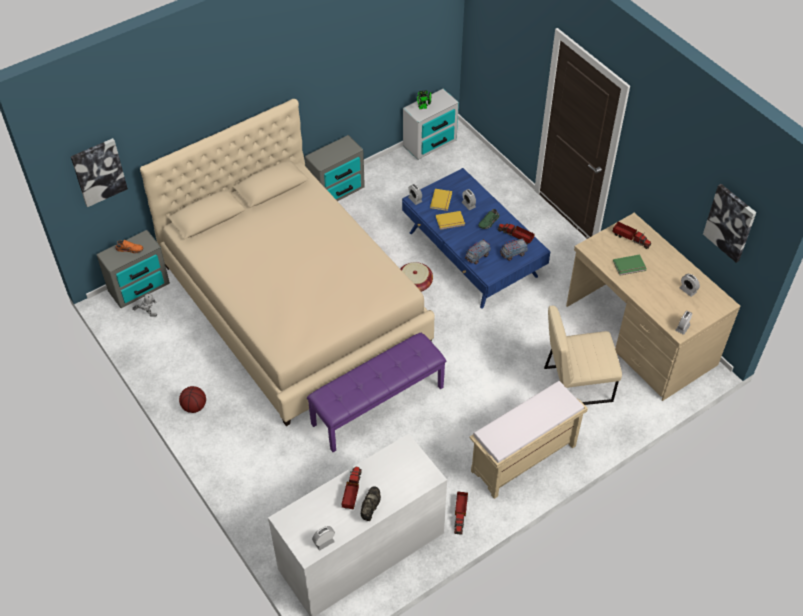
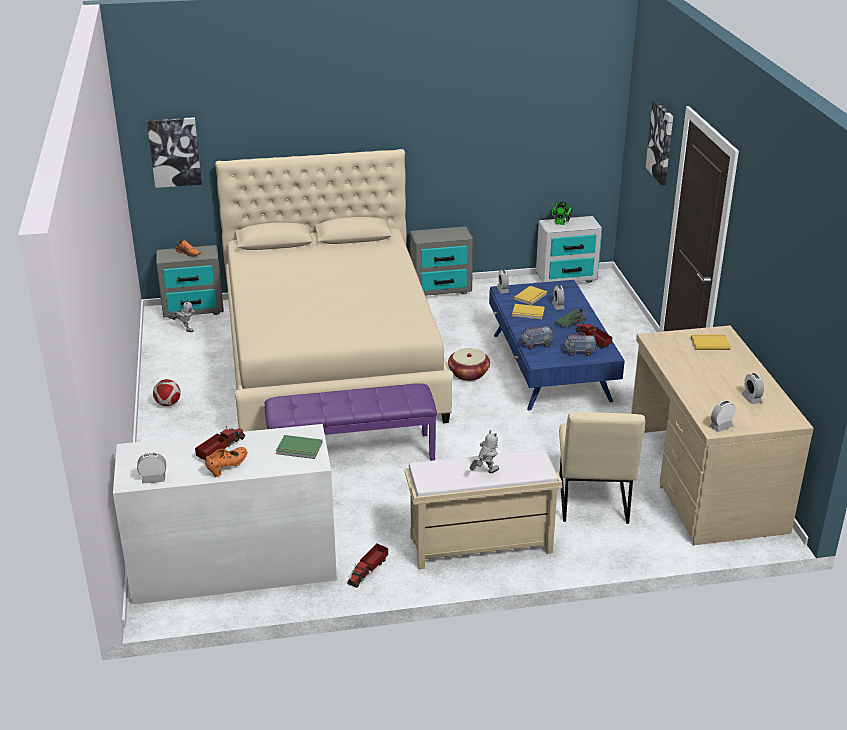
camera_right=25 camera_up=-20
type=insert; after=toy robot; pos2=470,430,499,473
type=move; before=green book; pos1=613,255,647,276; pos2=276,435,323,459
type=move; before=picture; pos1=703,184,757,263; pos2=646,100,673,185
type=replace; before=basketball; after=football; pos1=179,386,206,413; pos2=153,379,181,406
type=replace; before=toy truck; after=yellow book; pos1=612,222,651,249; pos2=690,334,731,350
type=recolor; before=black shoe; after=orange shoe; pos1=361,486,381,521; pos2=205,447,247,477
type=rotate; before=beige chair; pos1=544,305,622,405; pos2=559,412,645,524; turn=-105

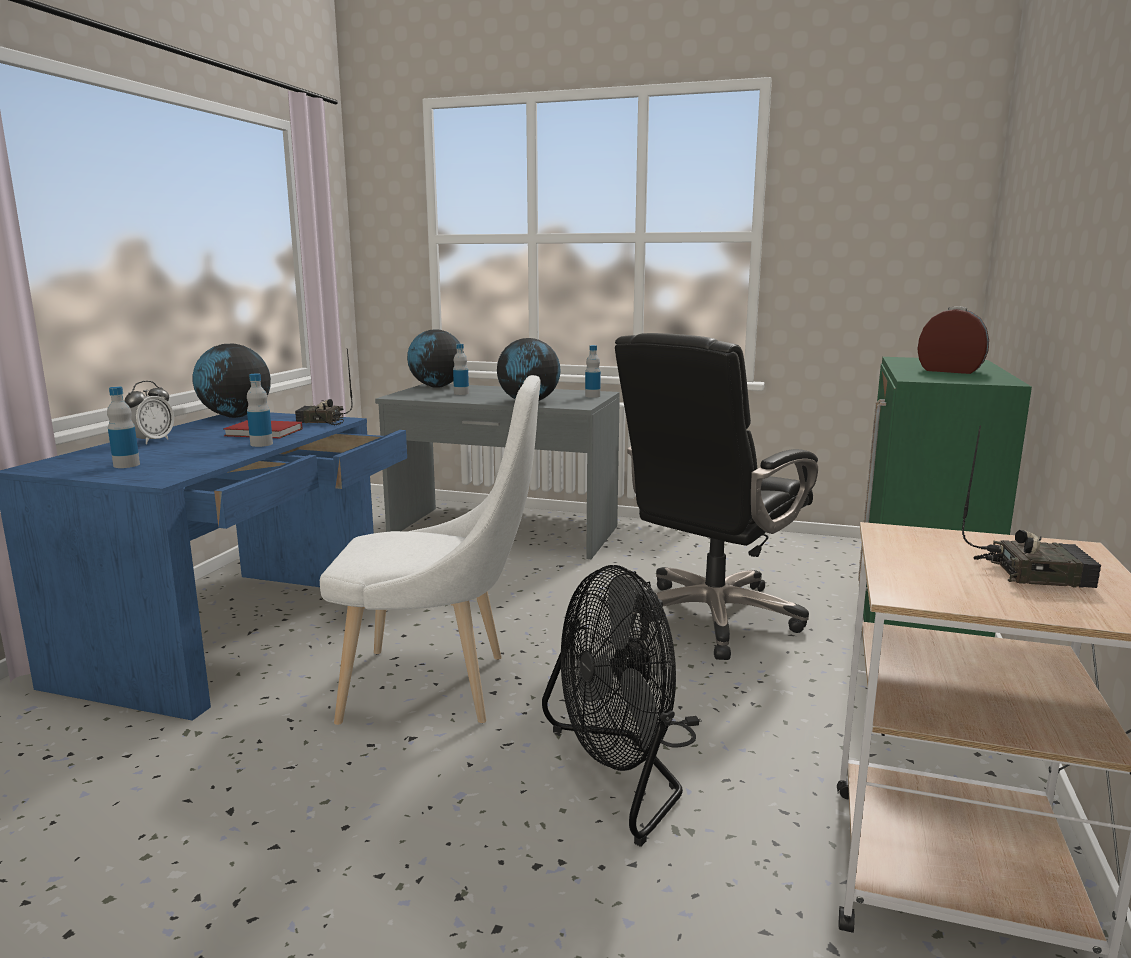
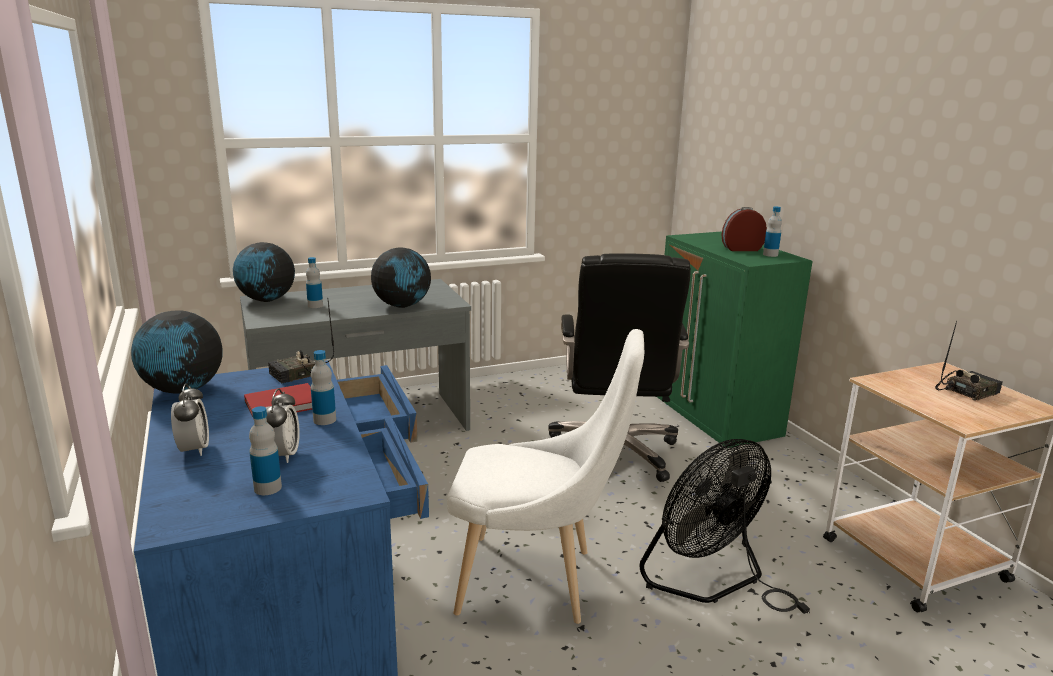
camera_right=-40 camera_up=5
type=insert; after=alarm clock; pos2=266,388,300,463
type=move; before=bottle; pos1=585,345,601,398; pos2=763,206,782,257
type=rotate; before=white chair; pos1=320,375,540,725; pos2=447,329,644,624; turn=45
type=rotate; before=black fan; pos1=542,565,702,847; pos2=640,439,810,614; turn=120

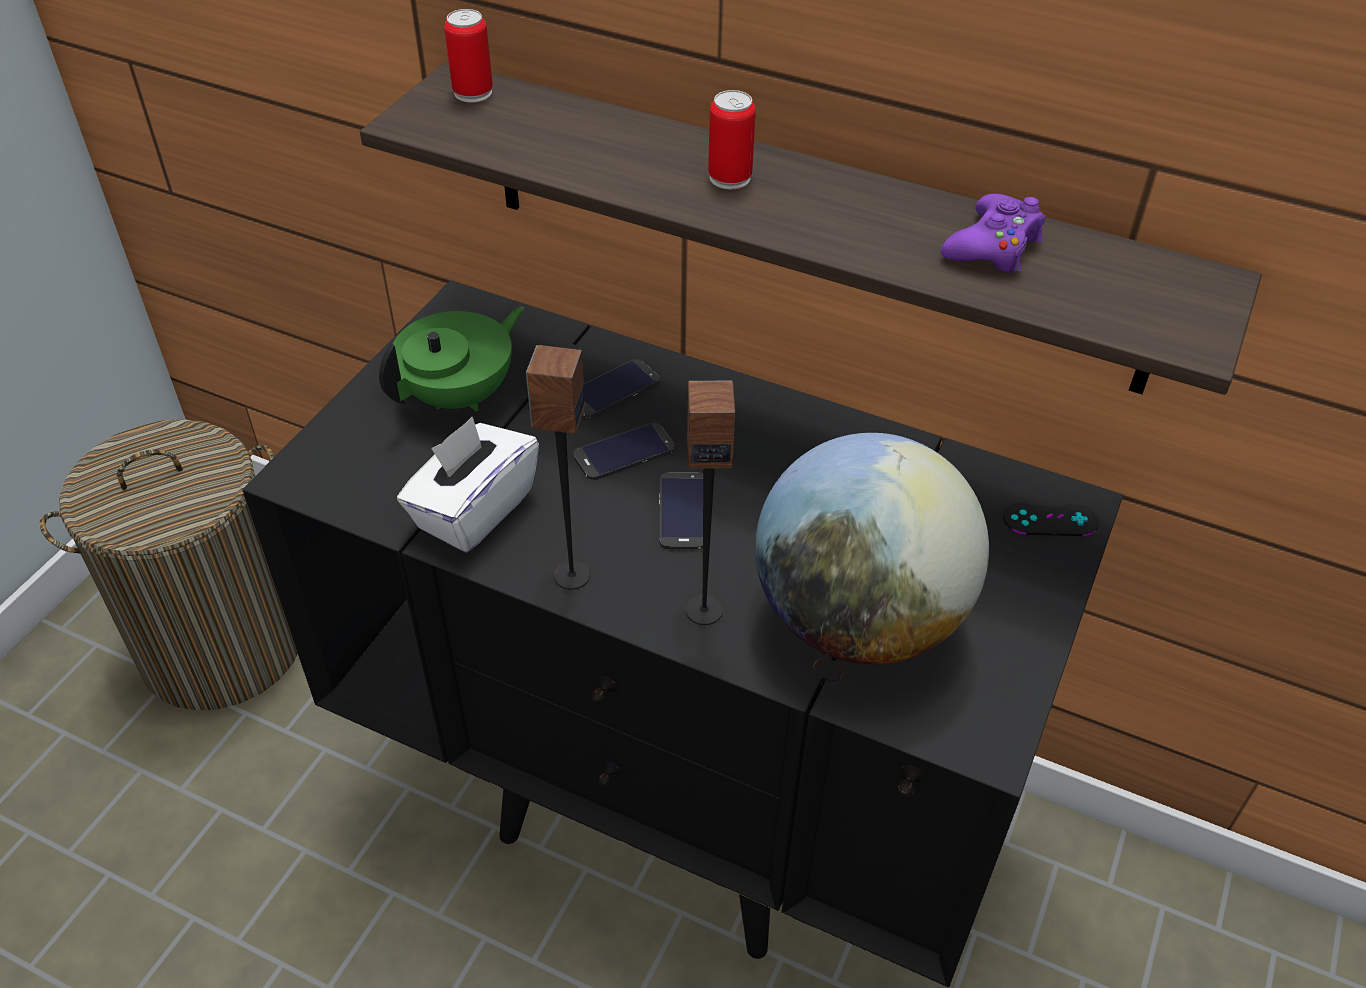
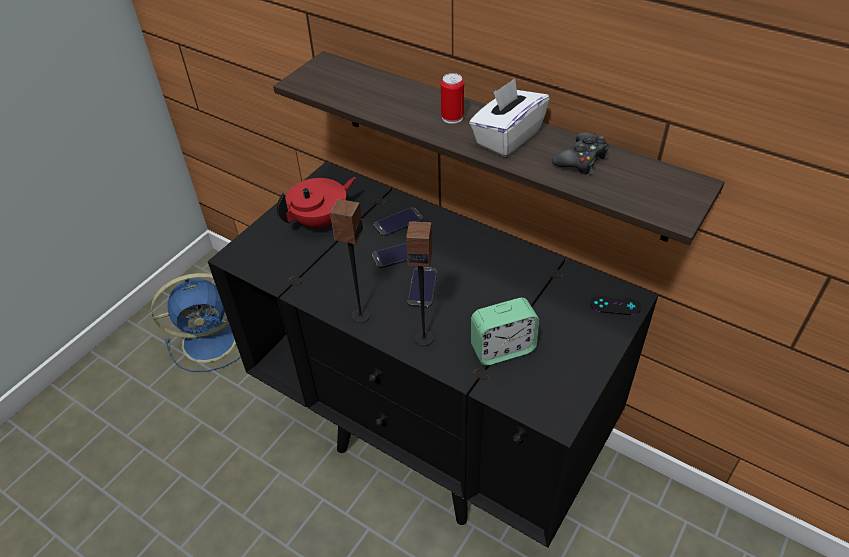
camera_right=10 camera_up=0
type=delete; before=can; pos1=444,9,493,103
type=move; before=white tissue box; pos1=397,416,539,553; pos2=469,78,550,157
type=replace; before=laundry basket; after=blue fan; pos1=40,419,298,710; pos2=151,273,241,372
type=replace; before=globe; after=alarm clock; pos1=755,433,989,664; pos2=471,298,539,366
type=recolor; before=green teapot; after=red teapot; pos1=379,307,524,412; pos2=277,177,356,230
type=recolor; before=purple game controller; after=black game controller; pos1=941,194,1045,273; pos2=552,132,609,174

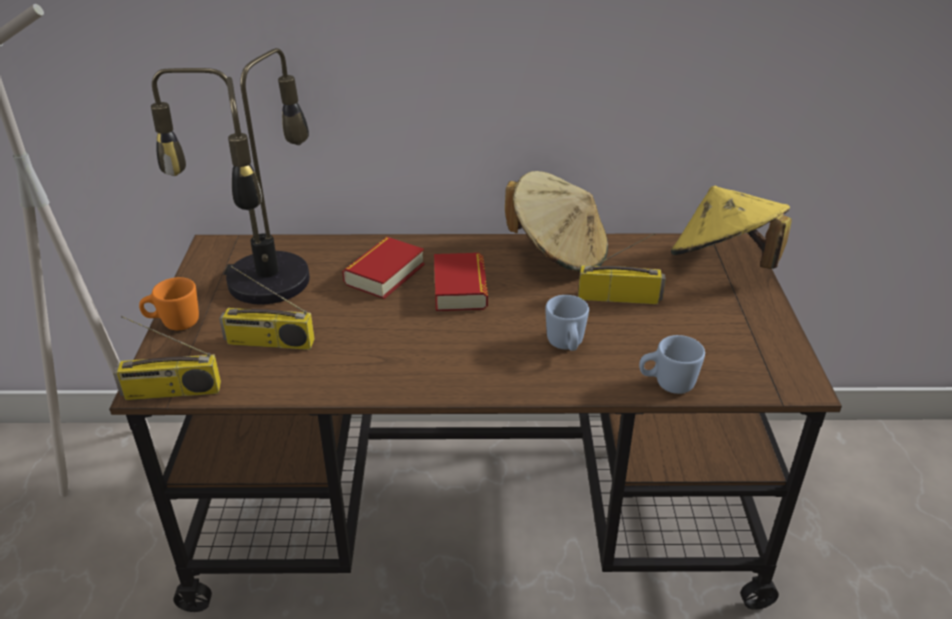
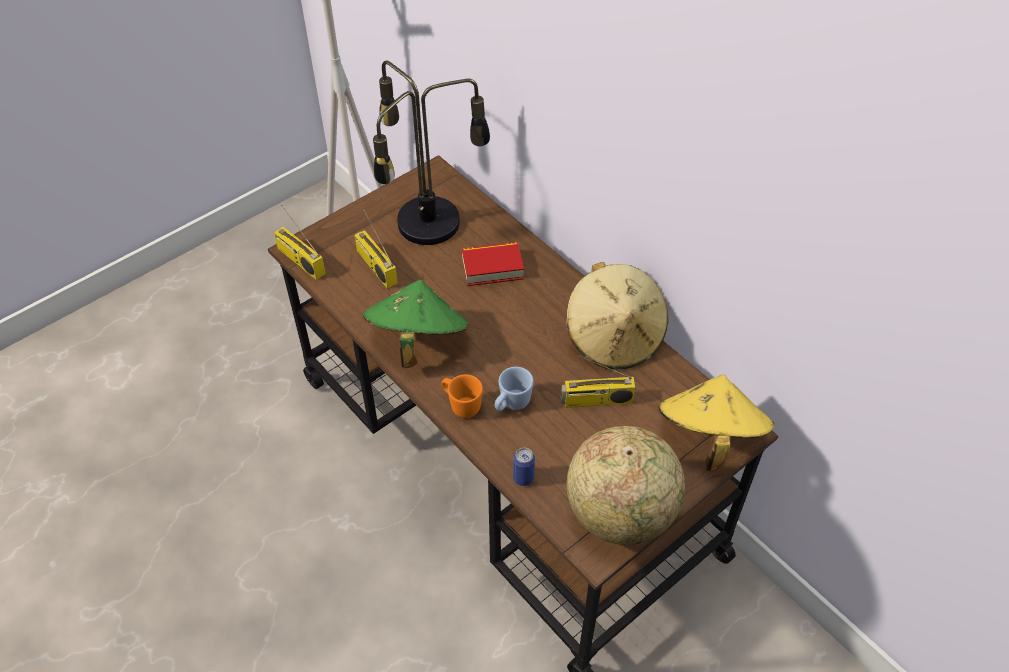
camera_right=50 camera_up=15
type=delete; before=book; pos1=434,253,488,311
type=insert; after=green hat; pos2=363,279,469,368
type=insert; after=globe; pos2=567,426,685,545
type=move; before=orange mug; pos1=139,277,199,330; pos2=441,374,483,418
type=replace; before=blue mug; after=can; pos1=639,335,705,394; pos2=513,448,535,486
type=rotate; before=radio; pos1=578,233,666,304; pos2=561,356,636,407; turn=120

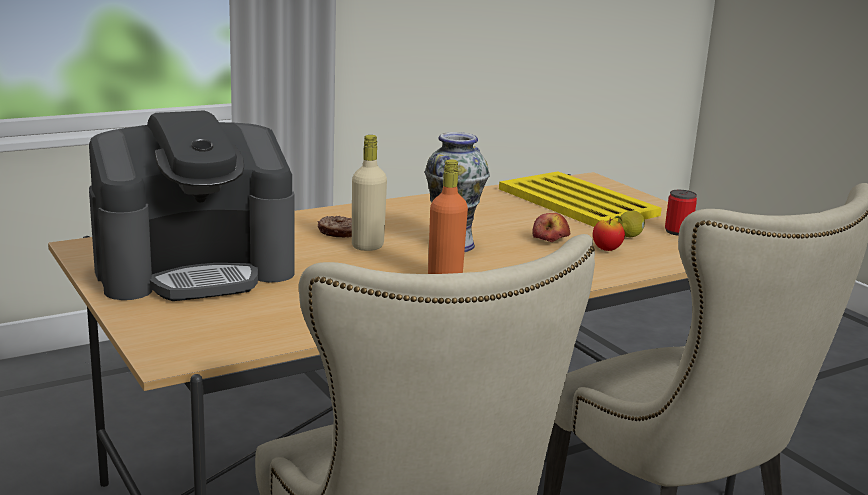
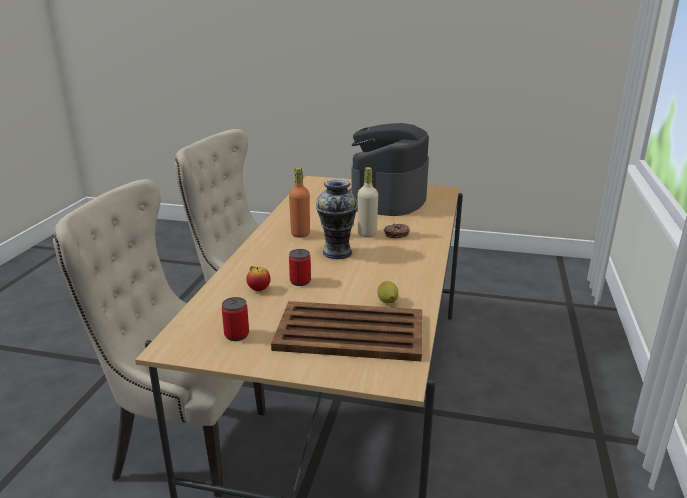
camera_right=135 camera_up=5
type=move; before=lemon; pos1=618,211,645,237; pos2=377,281,398,303
type=replace; before=apple; after=can; pos1=532,213,570,242; pos2=289,249,311,286
type=recolor; before=yellow tray; after=brown tray; pos1=499,171,662,227; pos2=271,301,422,361

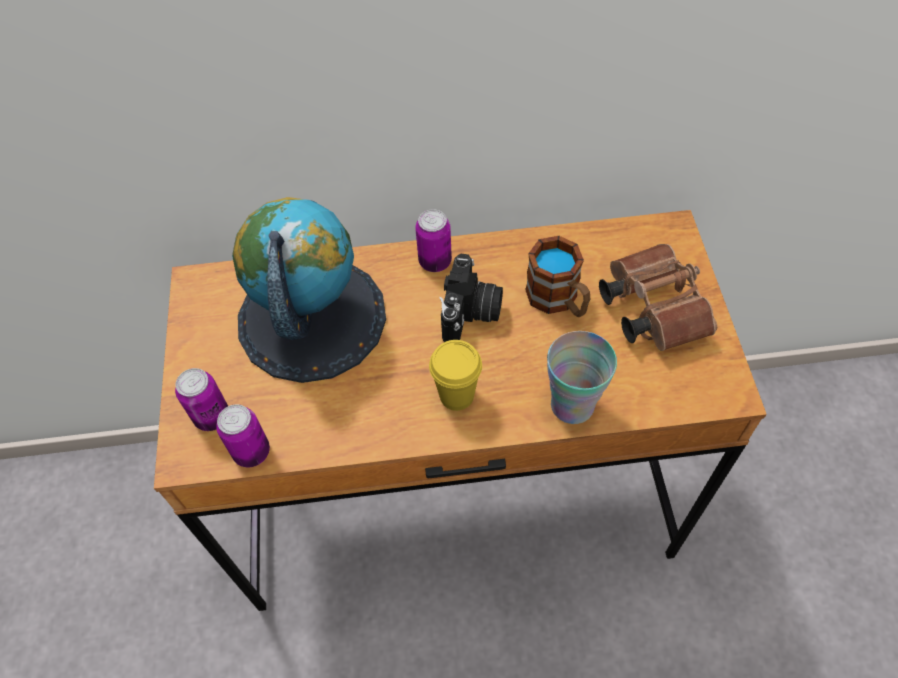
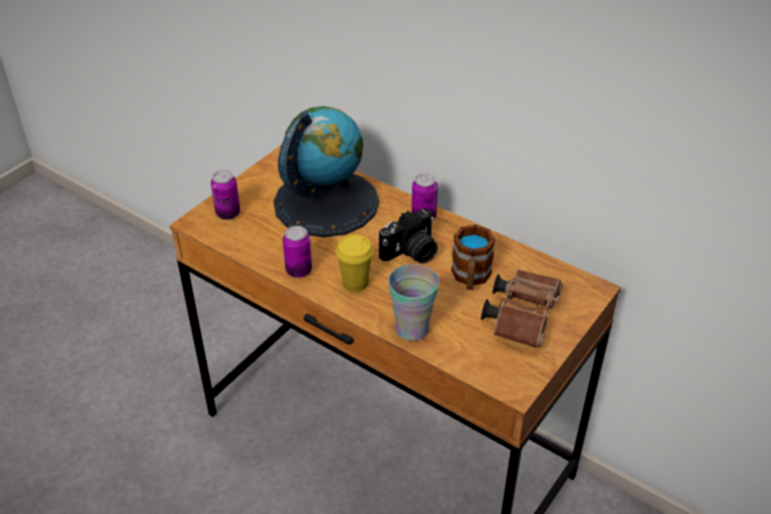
camera_right=40 camera_up=-15
type=move; before=can; pos1=216,404,270,467; pos2=283,226,312,278

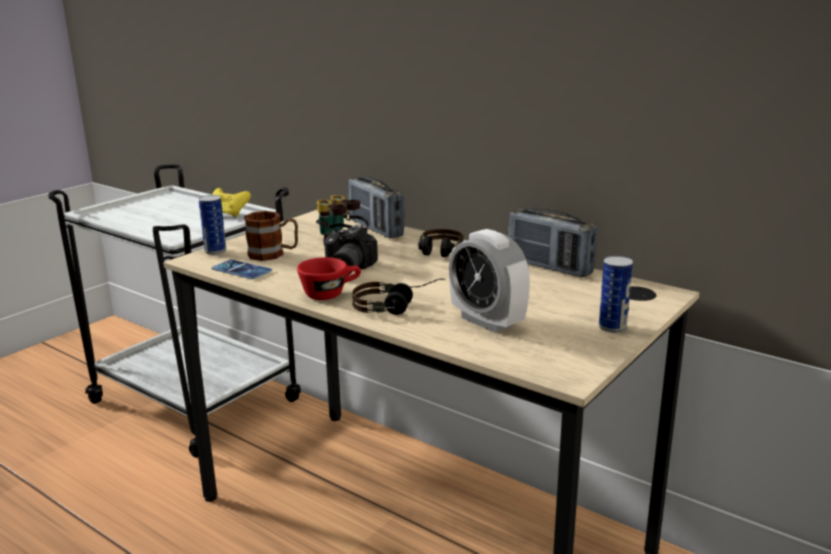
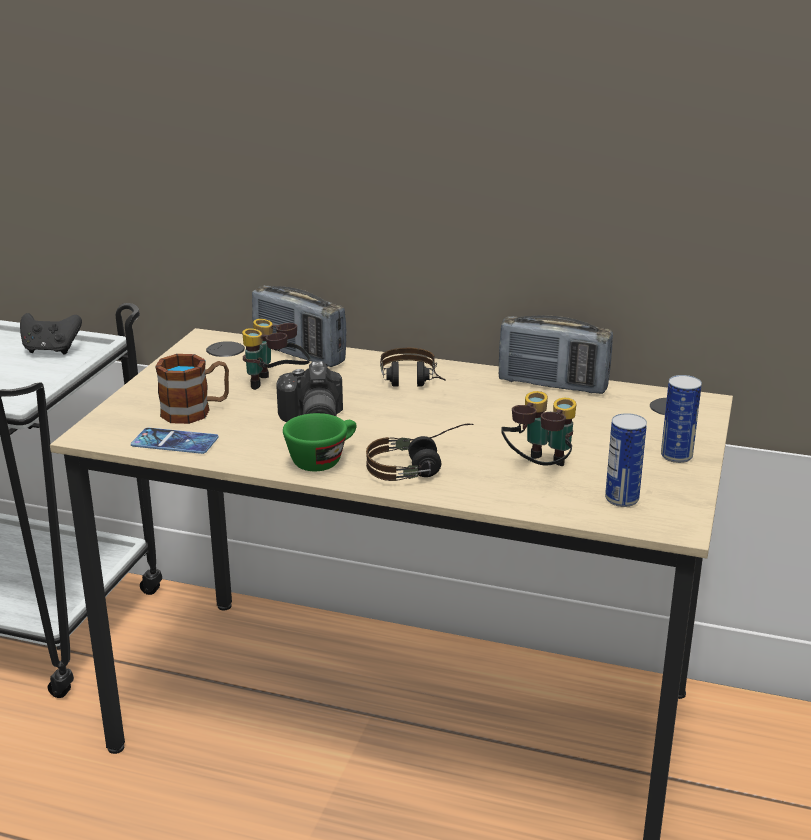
camera_right=-20 camera_up=5
type=move; before=can; pos1=198,195,226,255; pos2=605,413,647,507
type=replace; before=alarm clock; after=binoculars; pos1=449,229,530,333; pos2=501,391,576,466
type=recolor; before=yellow game controller; after=black game controller; pos1=212,188,251,218; pos2=20,313,82,355
type=recolor; before=red cup; after=green cup; pos1=297,257,361,300; pos2=283,413,357,471

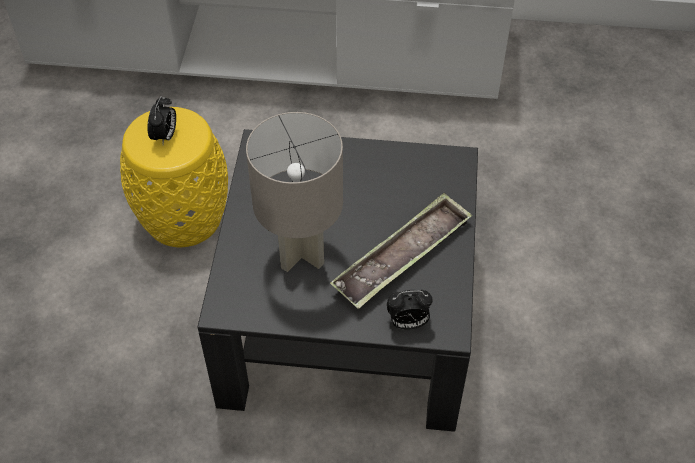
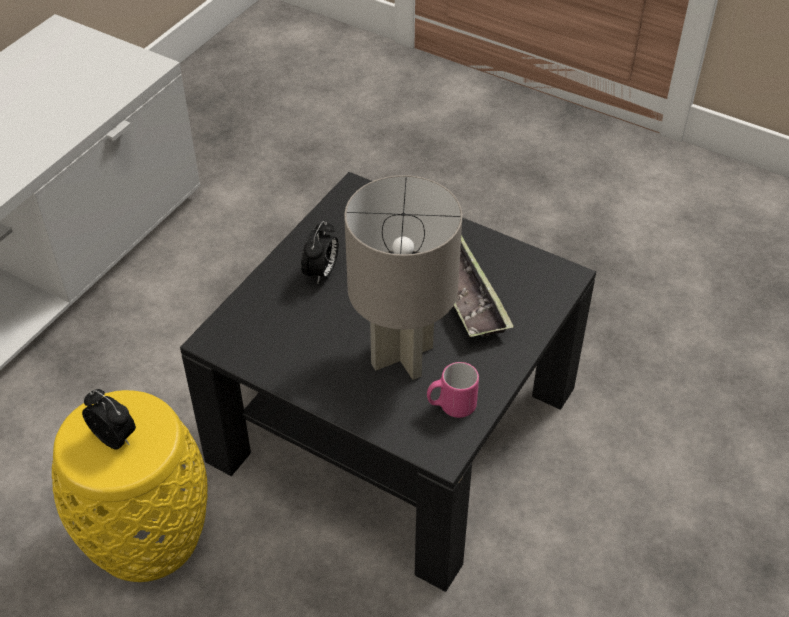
camera_right=-65 camera_up=-5
type=insert; after=pink mug; pos2=427,362,479,418
type=move; before=alarm clock; pos1=387,290,433,330; pos2=301,221,338,283

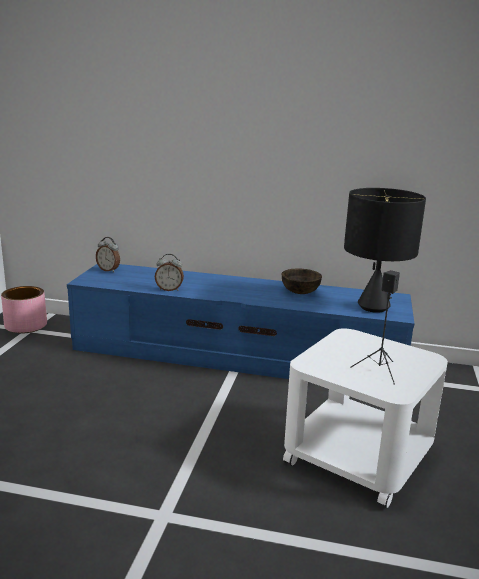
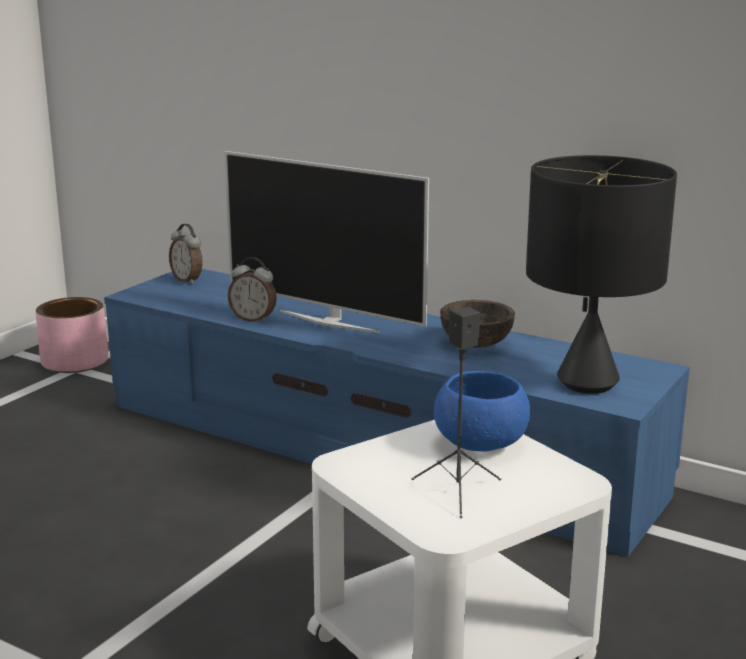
camera_right=20 camera_up=0
type=insert; after=television; pos2=224,151,429,333
type=insert; after=blue bowl; pos2=434,371,530,452

